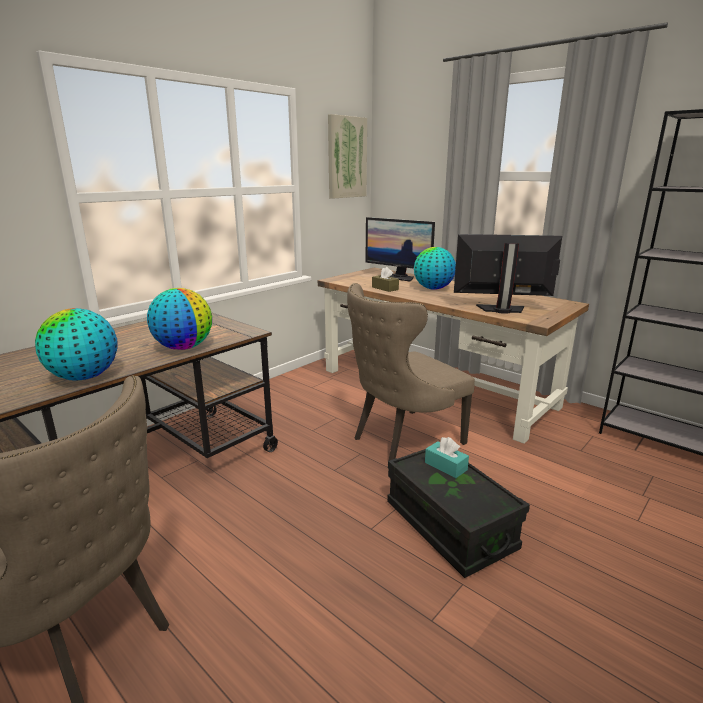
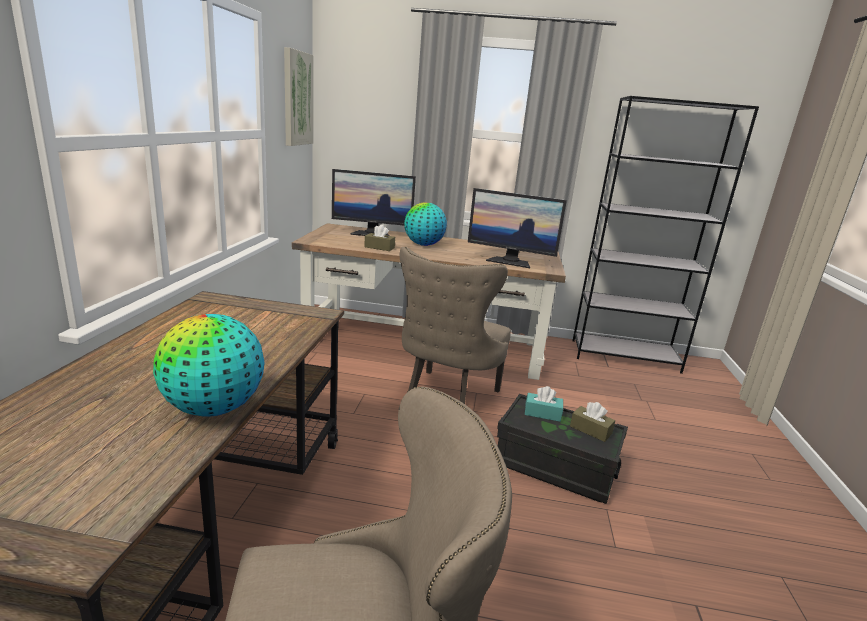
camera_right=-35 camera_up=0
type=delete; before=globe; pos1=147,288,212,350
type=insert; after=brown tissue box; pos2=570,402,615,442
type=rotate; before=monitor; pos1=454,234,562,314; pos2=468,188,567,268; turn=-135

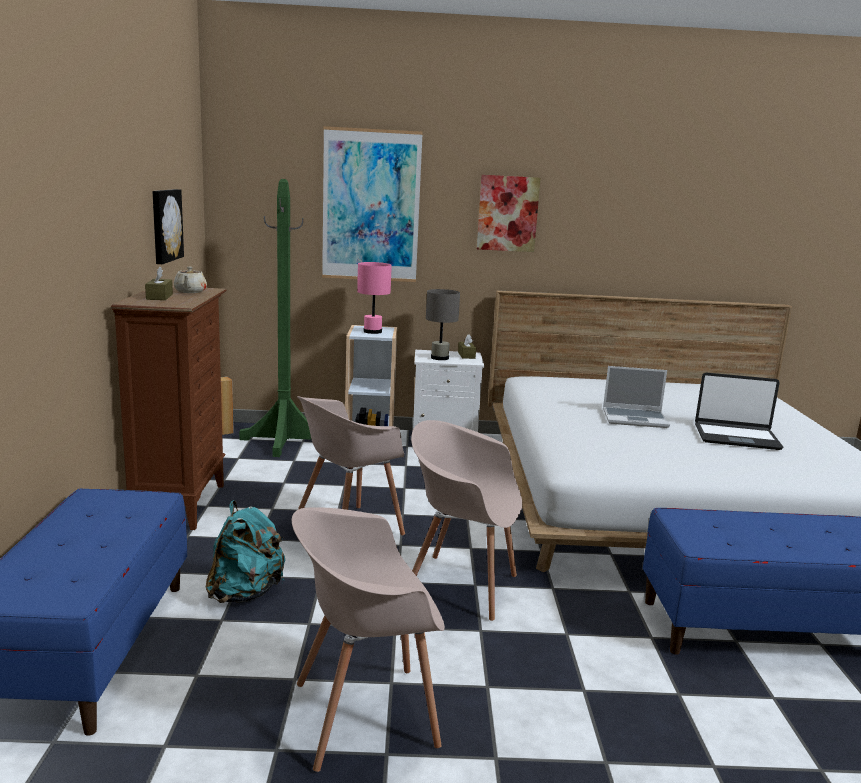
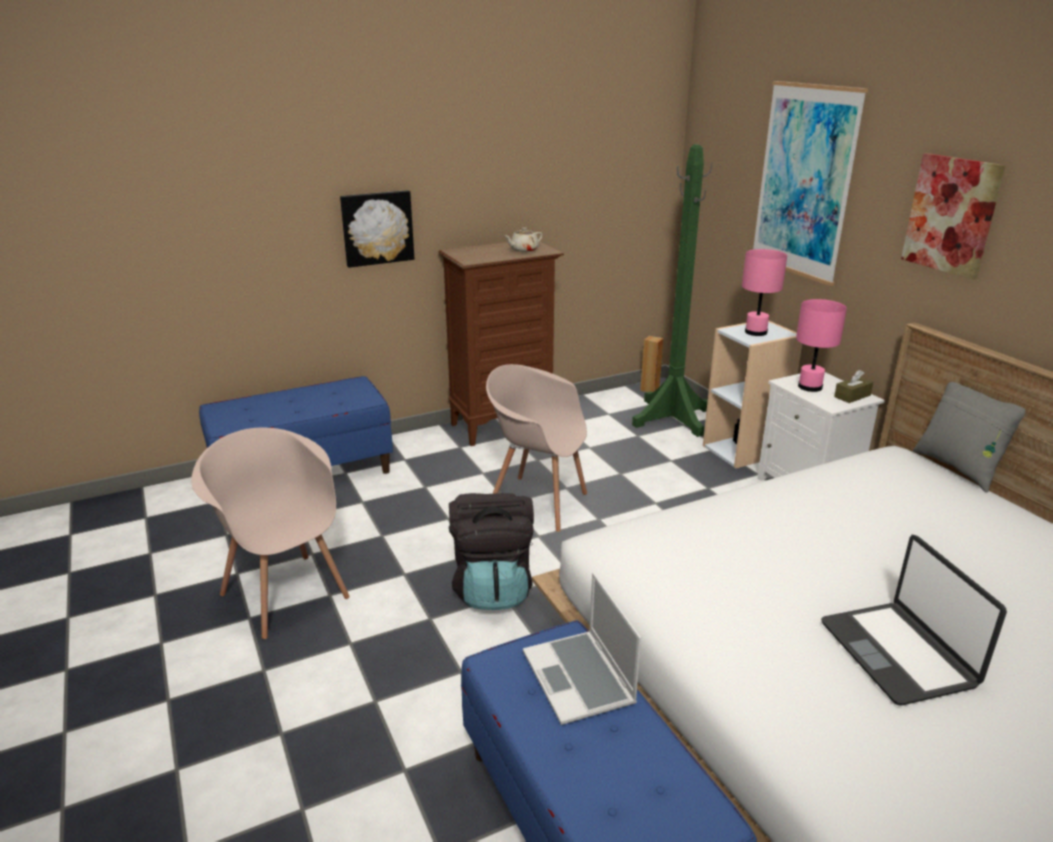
camera_right=65 camera_up=10
type=delete; before=brown tissue box; pos1=145,267,173,300
type=delete; before=turquoise backpack; pos1=206,500,285,603
type=insert; after=grey pillow; pos2=913,382,1025,493
type=move; before=picture; pos1=152,189,184,264; pos2=340,190,414,268
type=move; before=laptop; pos1=603,366,670,428; pos2=523,573,641,725
type=replace; before=beige chair; after=black backpack; pos1=411,420,522,621; pos2=449,493,534,610
type=recolor; before=grey table lamp; after=pink table lamp; pos1=426,289,460,360; pos2=796,299,847,392

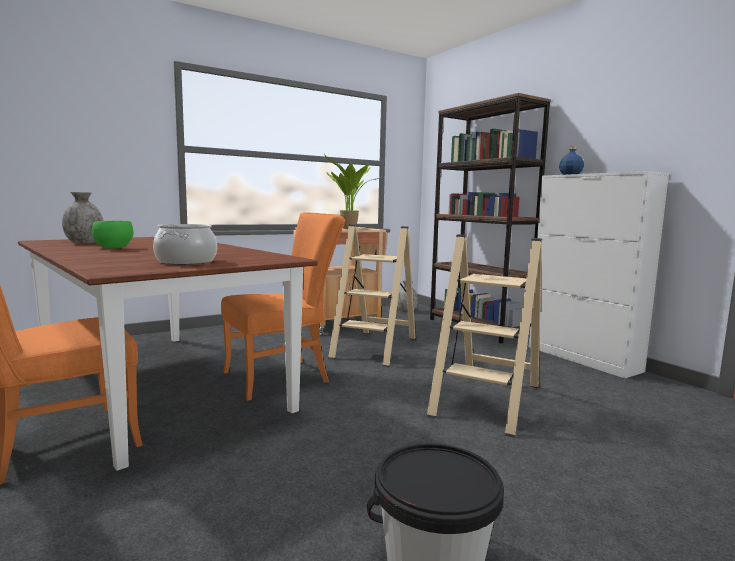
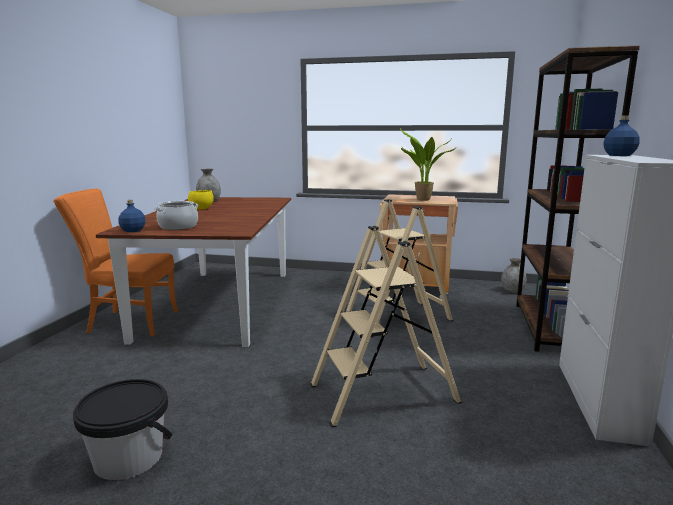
camera_right=45 camera_up=5
type=delete; before=orange chair; pos1=221,212,345,401
type=insert; after=blue bottle; pos2=119,200,146,232
type=recolor; before=green bowl; after=yellow bowl; pos1=92,221,134,249; pos2=188,190,214,210

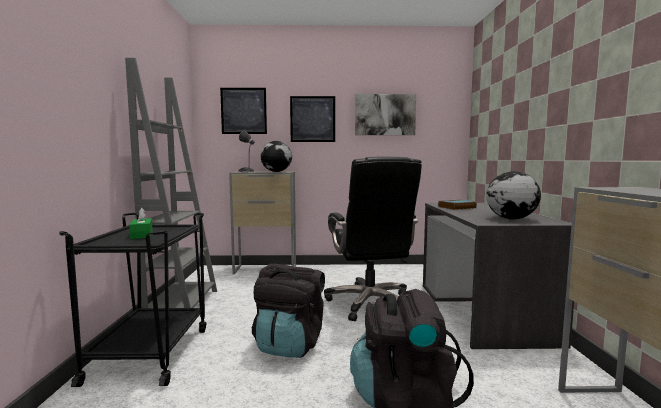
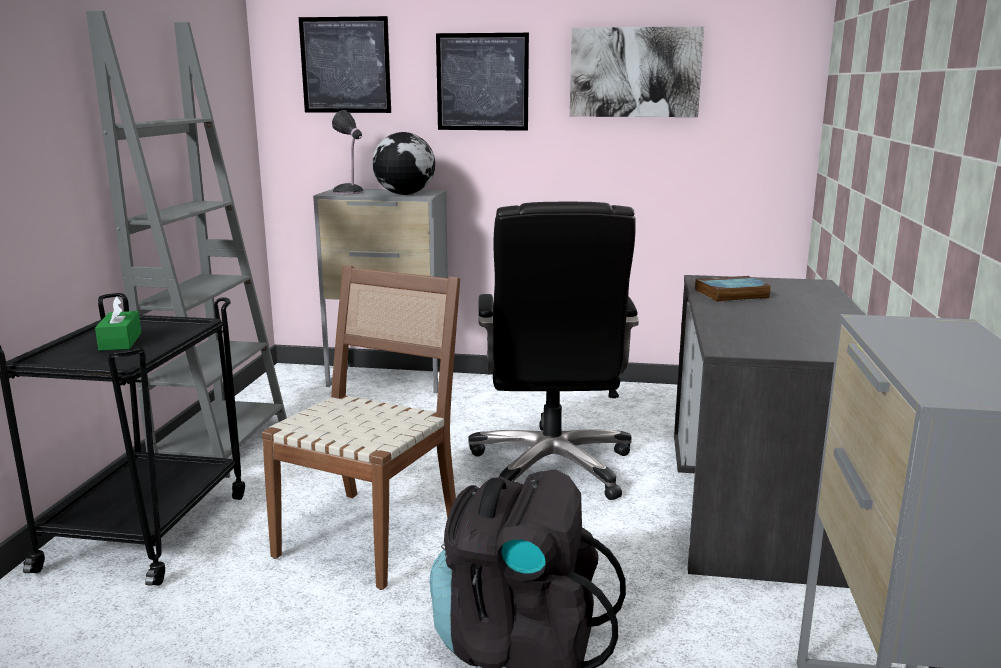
camera_right=10 camera_up=10
type=delete; before=globe; pos1=486,171,541,219
type=replace; before=black backpack; after=chair; pos1=252,264,325,358; pos2=262,265,460,590

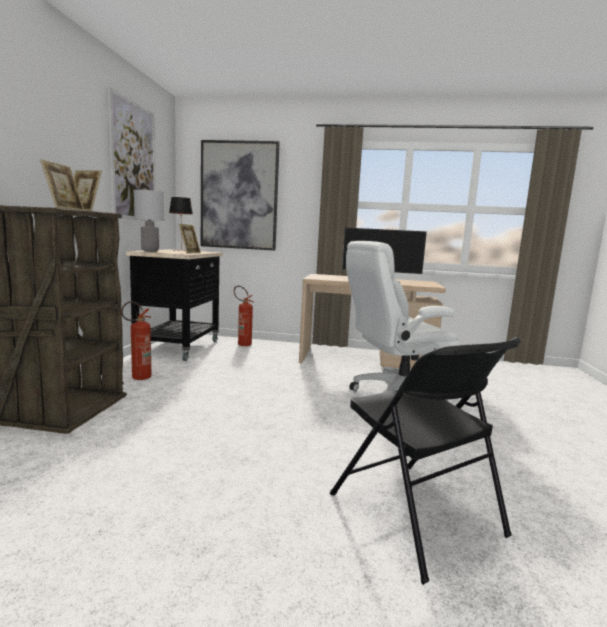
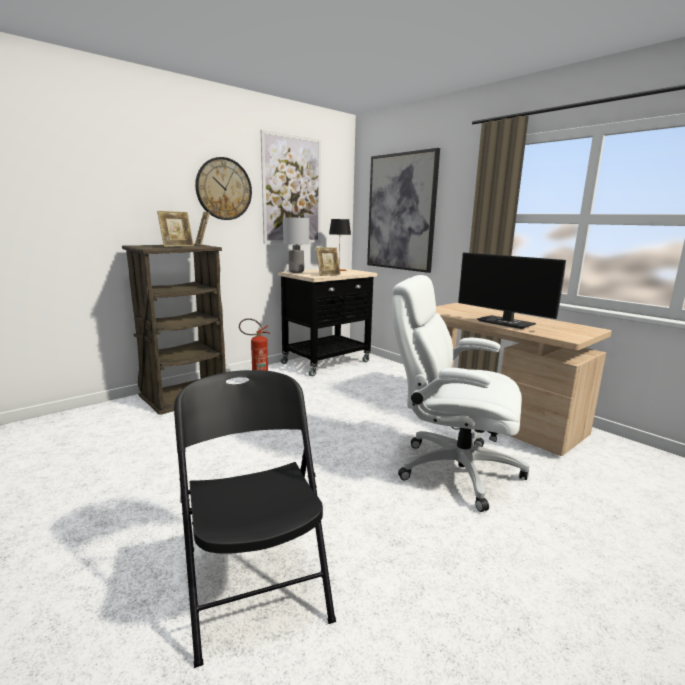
camera_right=40 camera_up=5
type=delete; before=fire extinguisher; pos1=234,286,254,346
type=insert; after=wall clock; pos2=195,157,252,220
type=rotate; before=black chair; pos1=330,337,521,585; pos2=174,370,336,668; turn=150

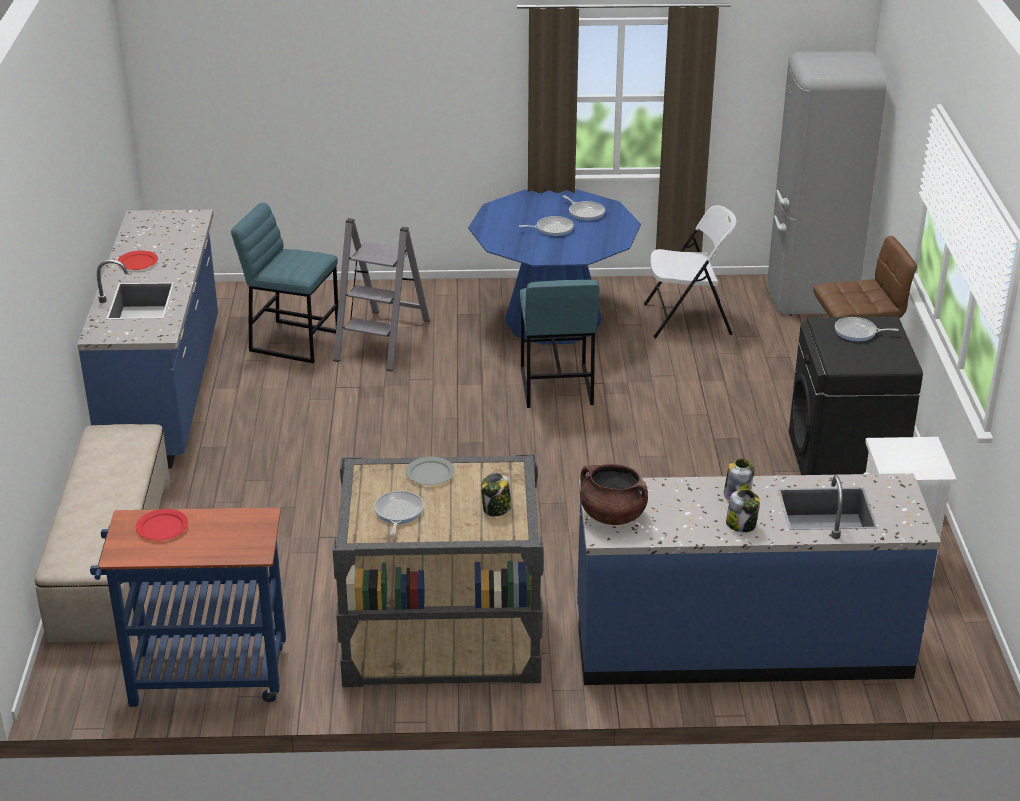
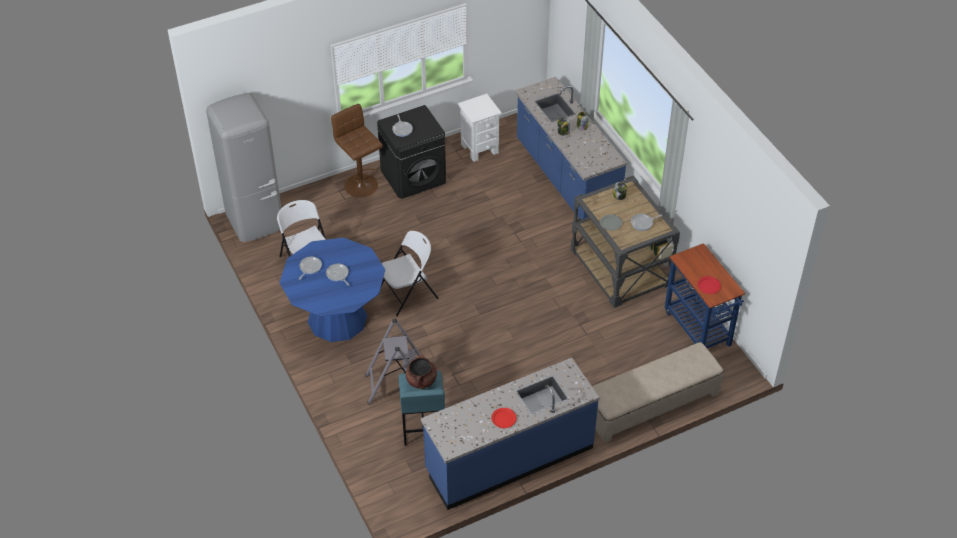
camera_right=-115 camera_up=15
type=move; before=brown cooking pot; pos1=580,464,648,525; pos2=406,354,437,389
type=replace; before=blue stool; after=white chair; pos1=519,280,600,408; pos2=381,231,439,317

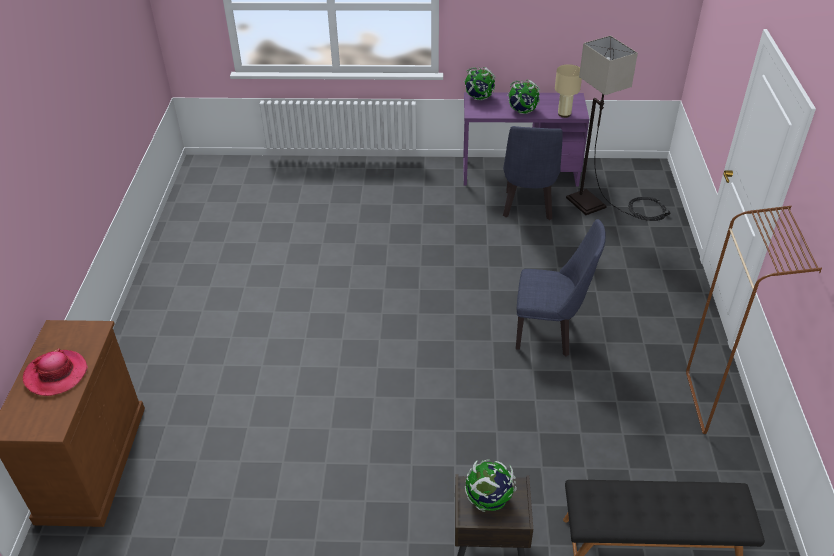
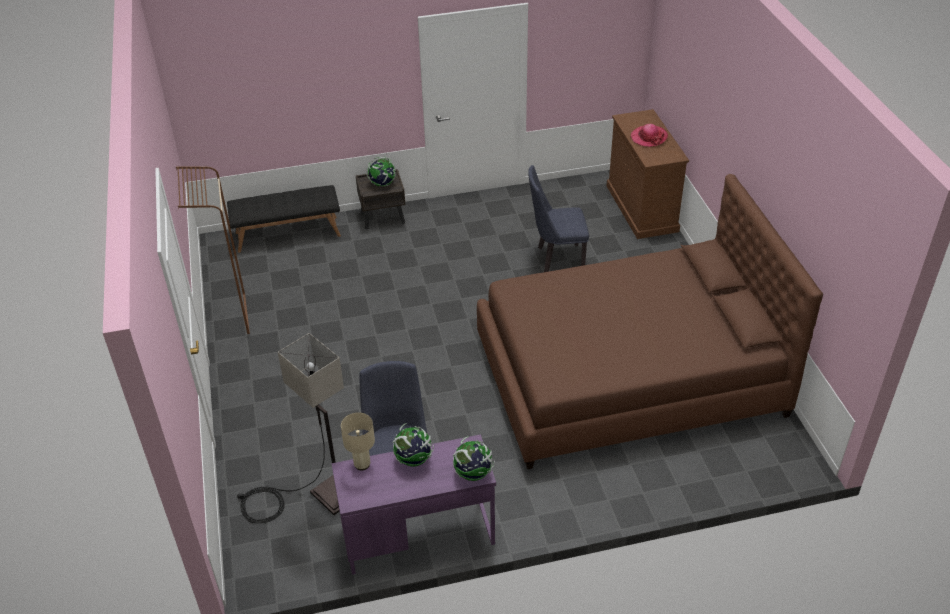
camera_right=165 camera_up=0
type=insert; after=brown bed; pos2=477,174,823,469
type=move; before=blue chair; pos1=516,219,606,357; pos2=528,165,589,272

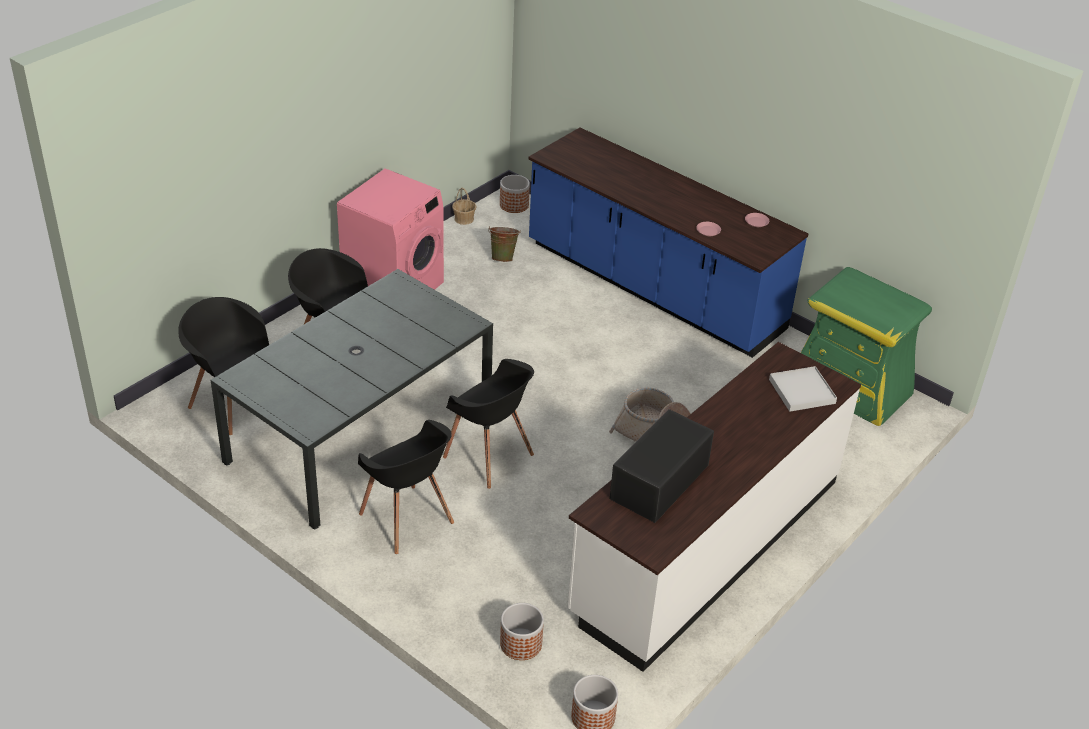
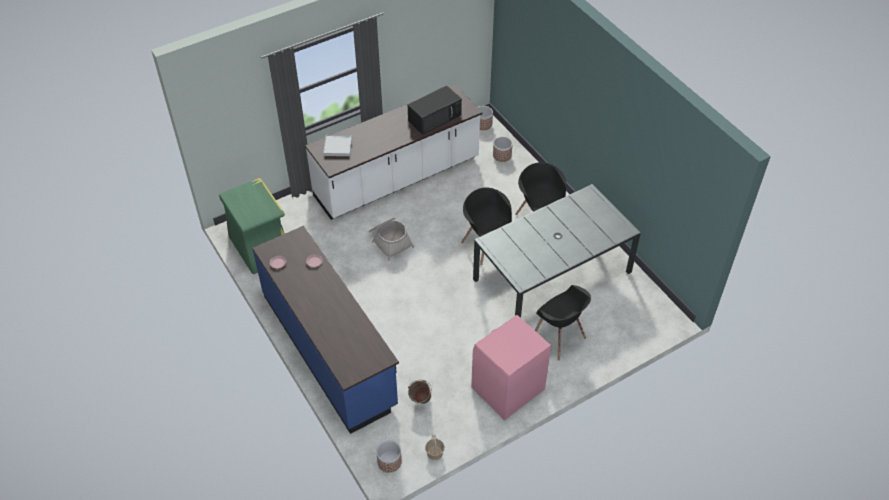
camera_right=-160 camera_up=10
type=delete; before=black chair; pos1=178,297,269,435

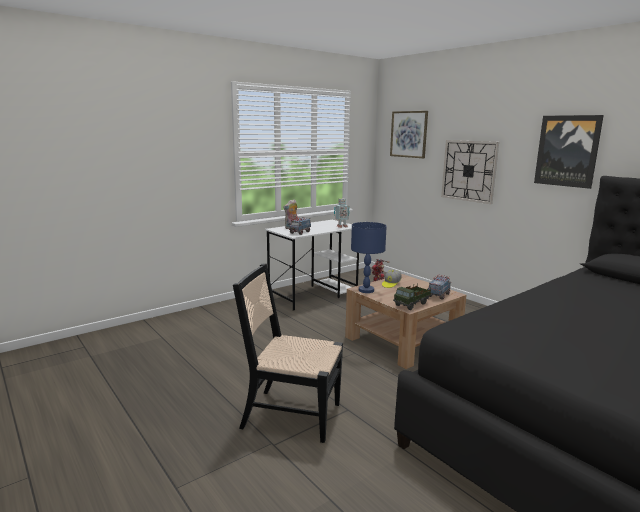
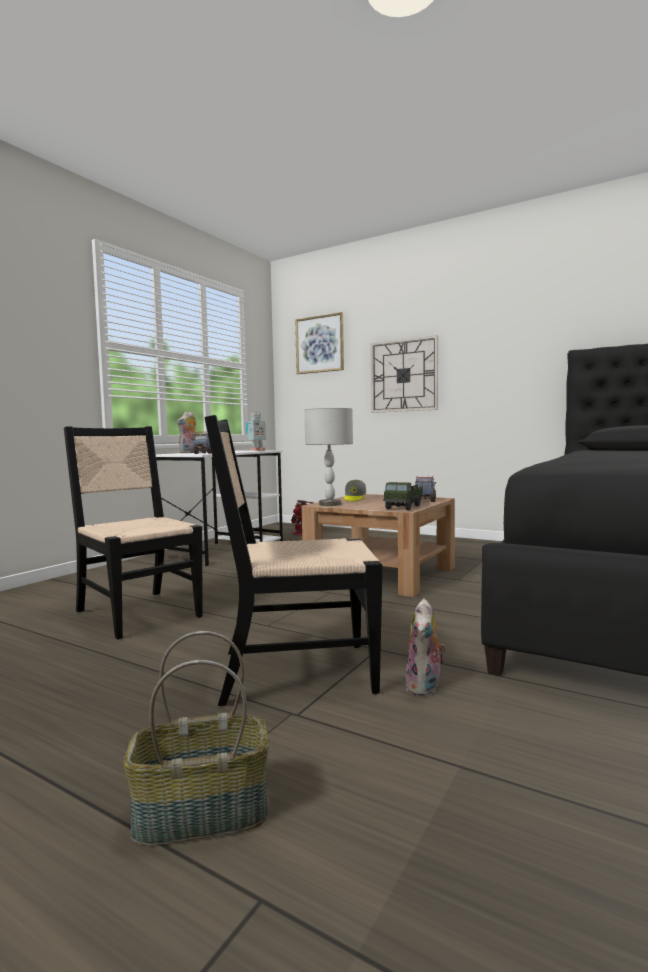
camera_right=-20 camera_up=-10
type=delete; before=picture; pos1=534,115,604,189
type=insert; after=chair; pos2=64,426,202,640
type=insert; after=basket; pos2=123,631,269,846
type=insert; after=plush toy; pos2=406,599,446,696
type=recolor; before=blue table lamp; after=grey table lamp; pos1=351,222,387,293; pos2=305,408,353,506

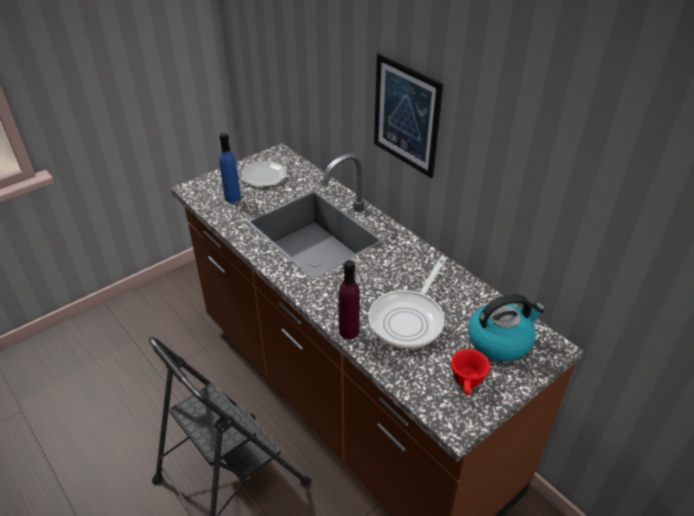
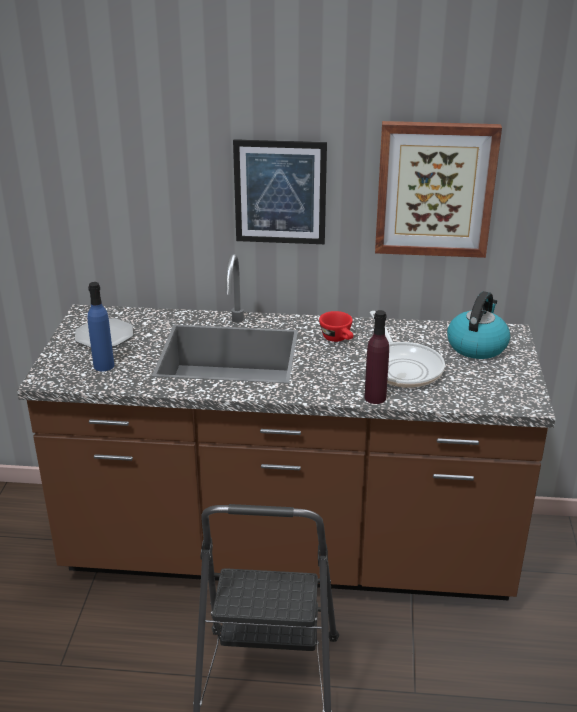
camera_right=-45 camera_up=-10
type=insert; after=picture; pos2=375,121,502,258
type=move; before=red cup; pos1=451,349,490,395; pos2=319,311,353,342

